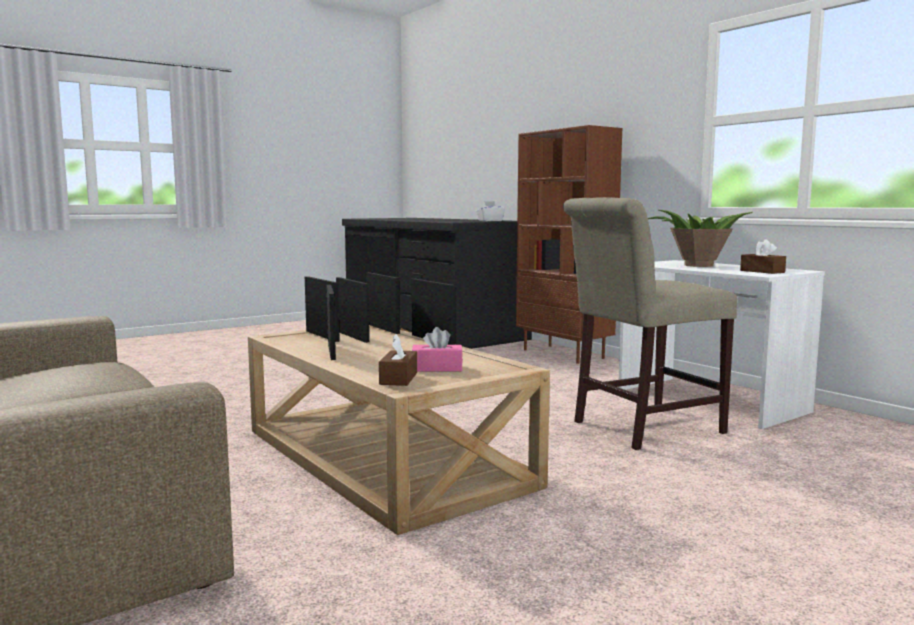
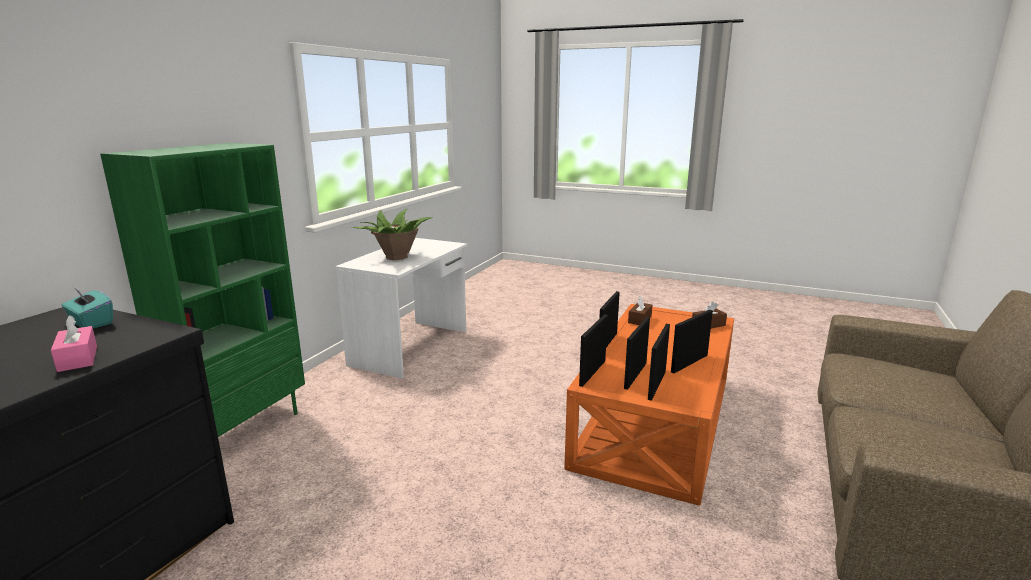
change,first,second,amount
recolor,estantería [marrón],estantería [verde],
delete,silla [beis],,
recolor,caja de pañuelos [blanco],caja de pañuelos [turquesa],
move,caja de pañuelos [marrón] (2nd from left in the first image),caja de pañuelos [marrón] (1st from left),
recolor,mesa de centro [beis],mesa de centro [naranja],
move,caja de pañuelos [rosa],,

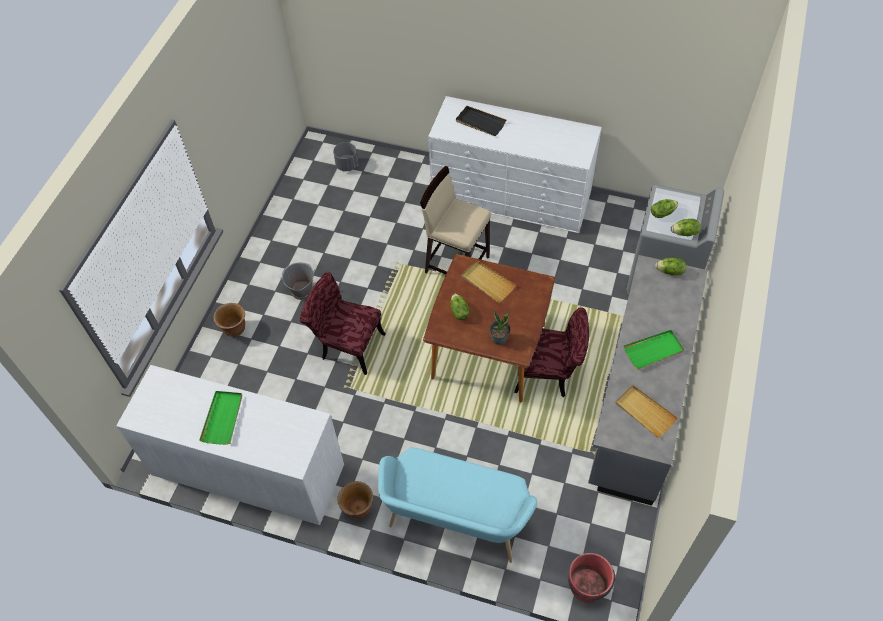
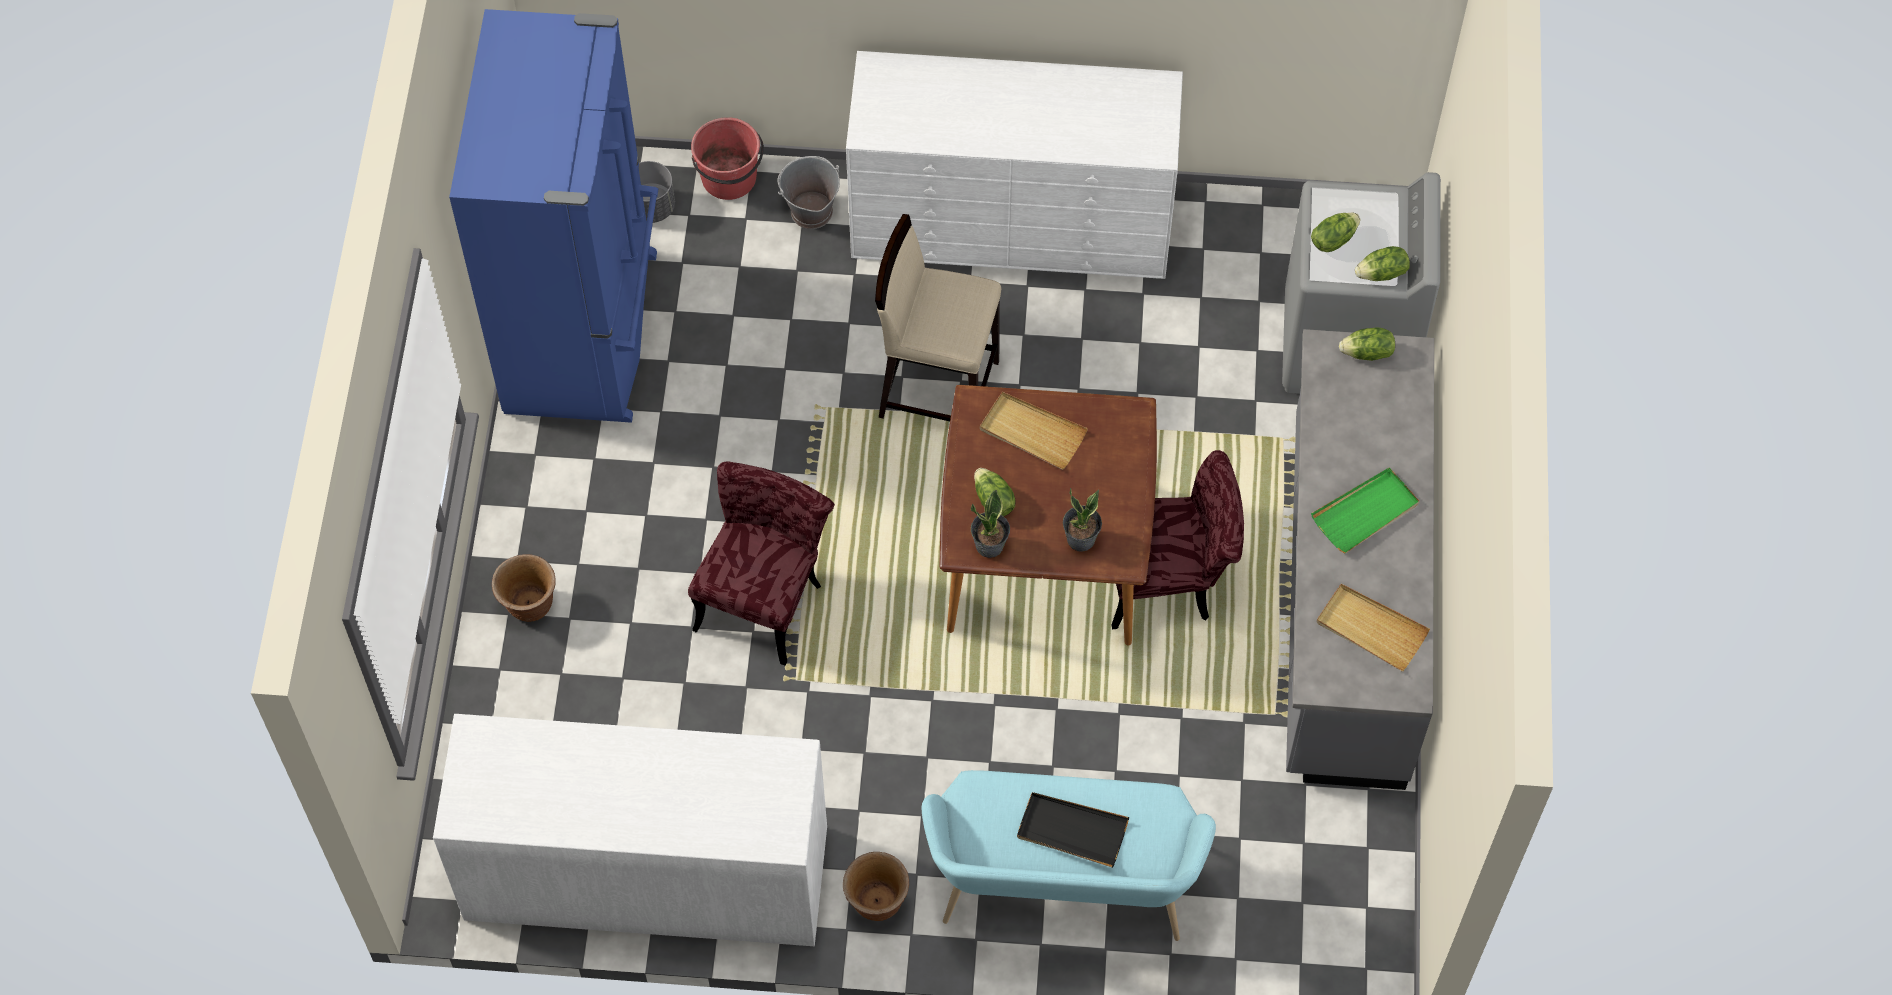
change,first,second,amount
move,bandeja [negro],,
move,cubo [gris],,
rotate,silla [rojo] (1st from left),,105 degrees clockwise
delete,bandeja [verde] (1st from left),,
move,cubo [rojo],,
insert,,nevera [azul],
insert,,planta en maceta (1st from left),

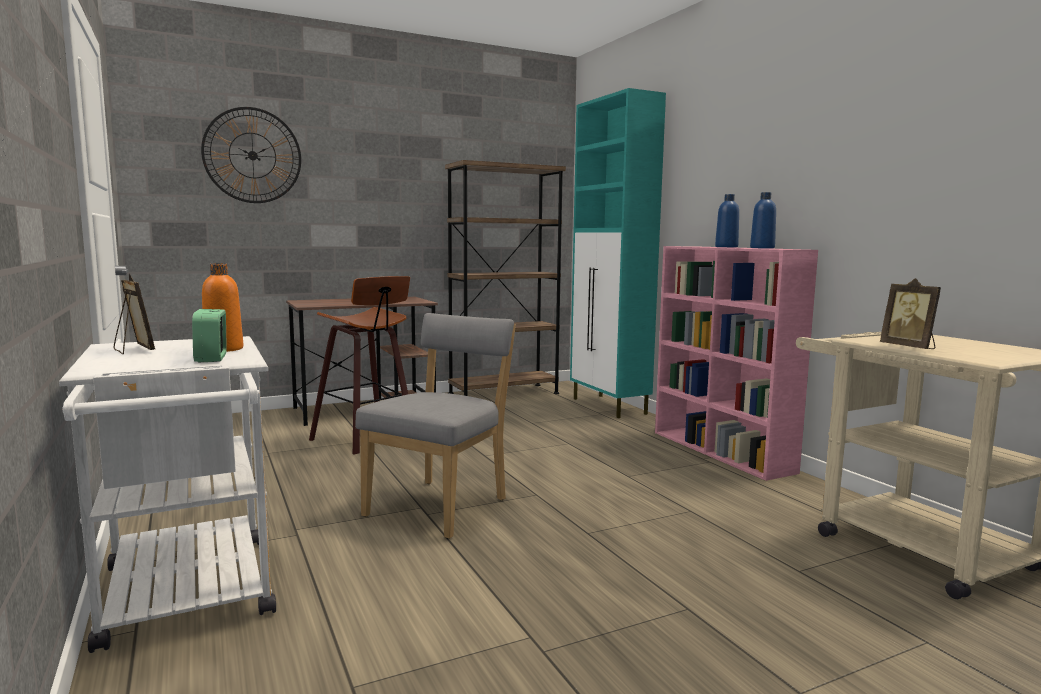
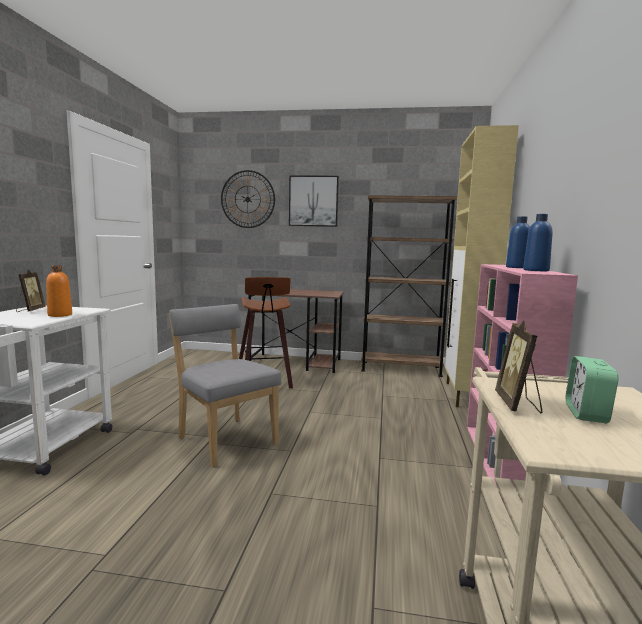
change,first,second,amount
recolor,armario [turquesa],armario [beis],
move,despertador,,
rotate,silla [gris],,105 degrees counterclockwise
insert,,cuadro,

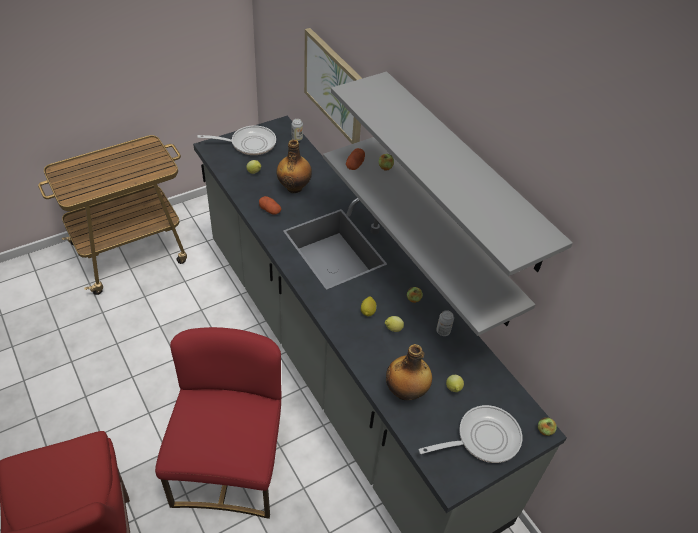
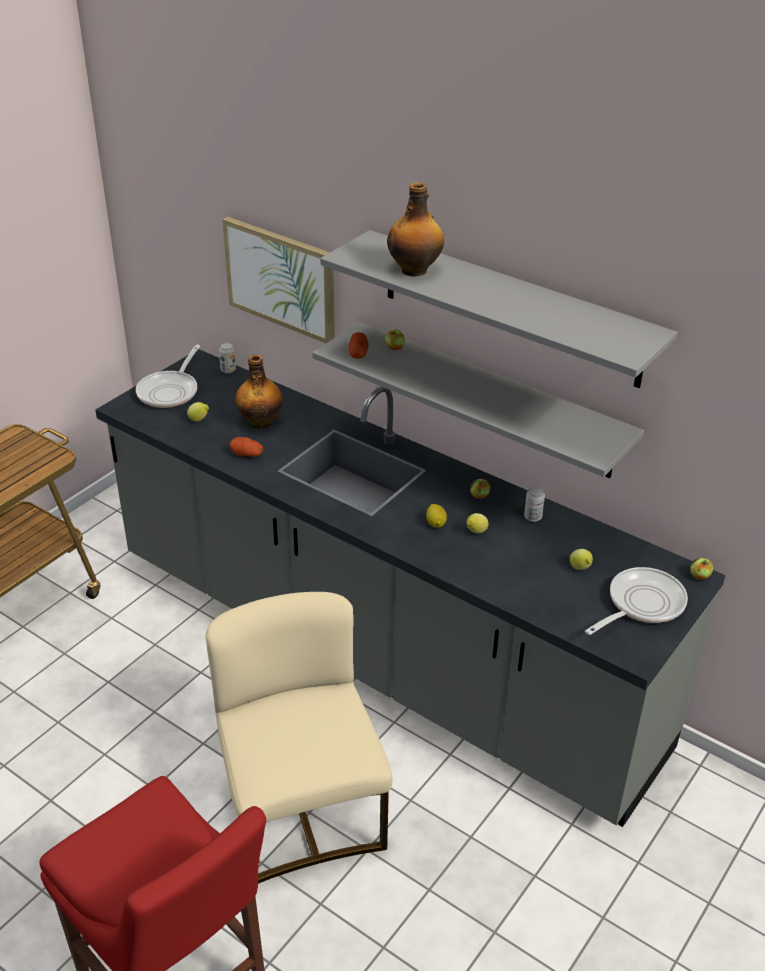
change,first,second,amount
rotate,sartén (1st from left),,135 degrees clockwise
recolor,silla [rojo] (2nd from left),silla [beis],
move,botella (2nd from left),,

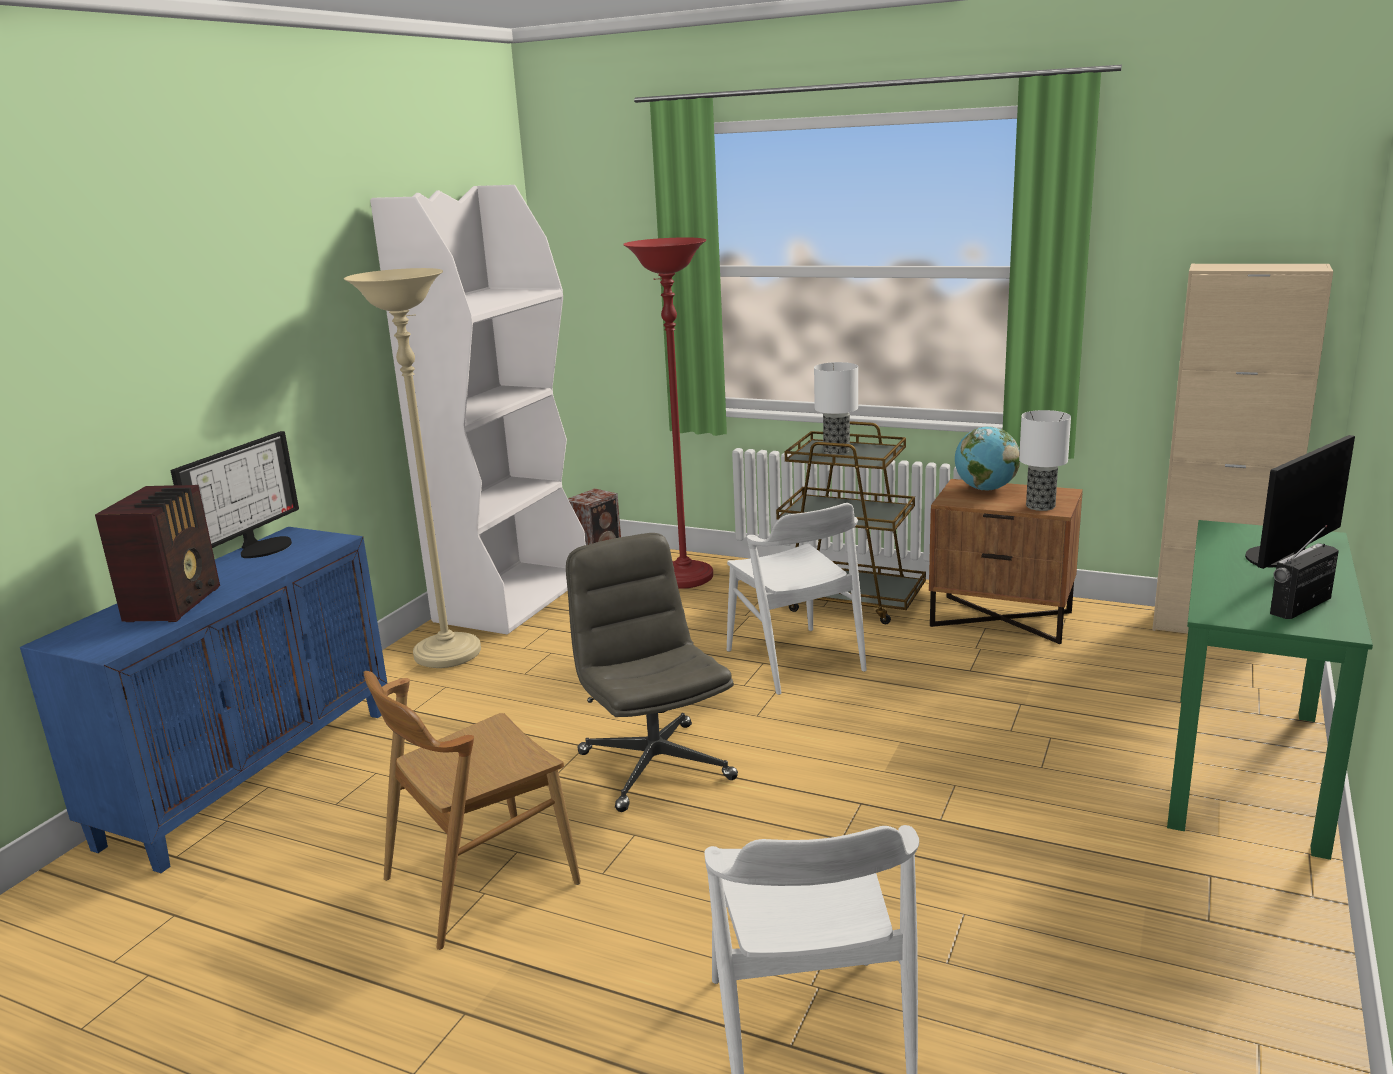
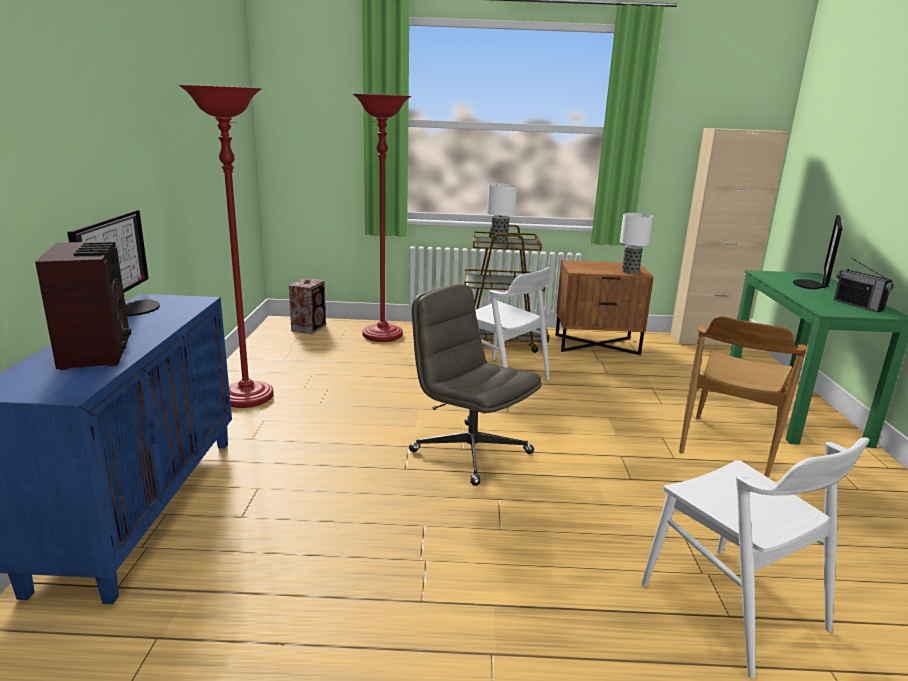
change,first,second,amount
delete,estantería [blanco],,
recolor,lámpara de pie [beis],lámpara de pie [rojo] (1st from left),
delete,globo terráqueo,,
rotate,radio (2nd from left),,60 degrees counterclockwise
move,silla [marrón],,

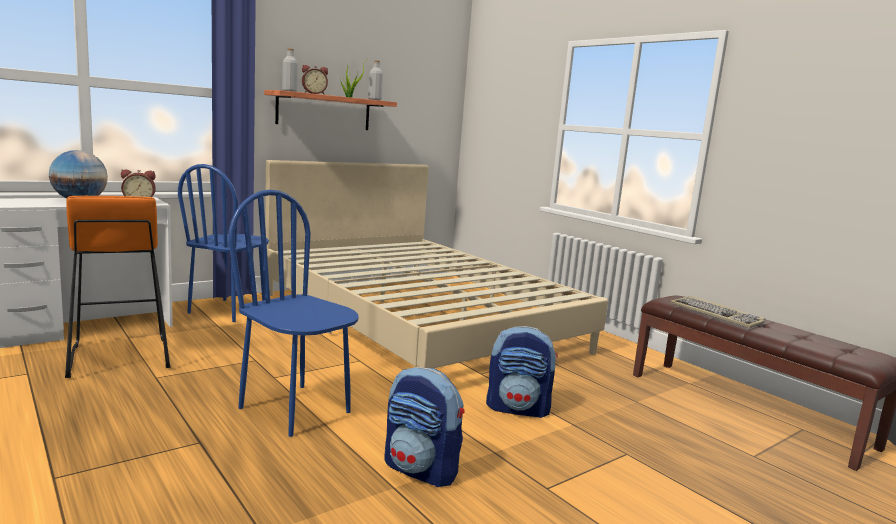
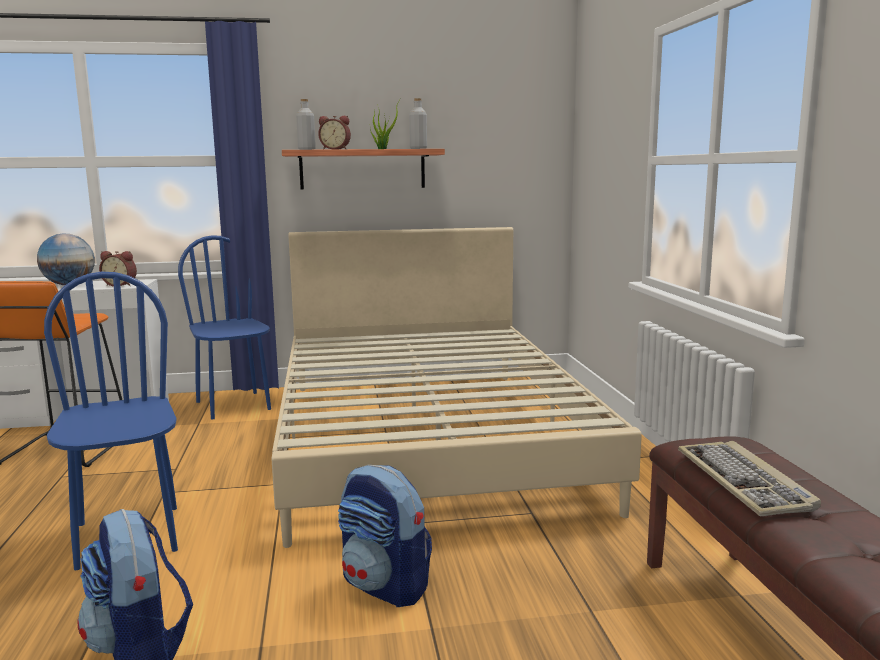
change,first,second,amount
rotate,silla [azul] (1st from left in the first image),silla [azul] (2nd from left),105 degrees clockwise

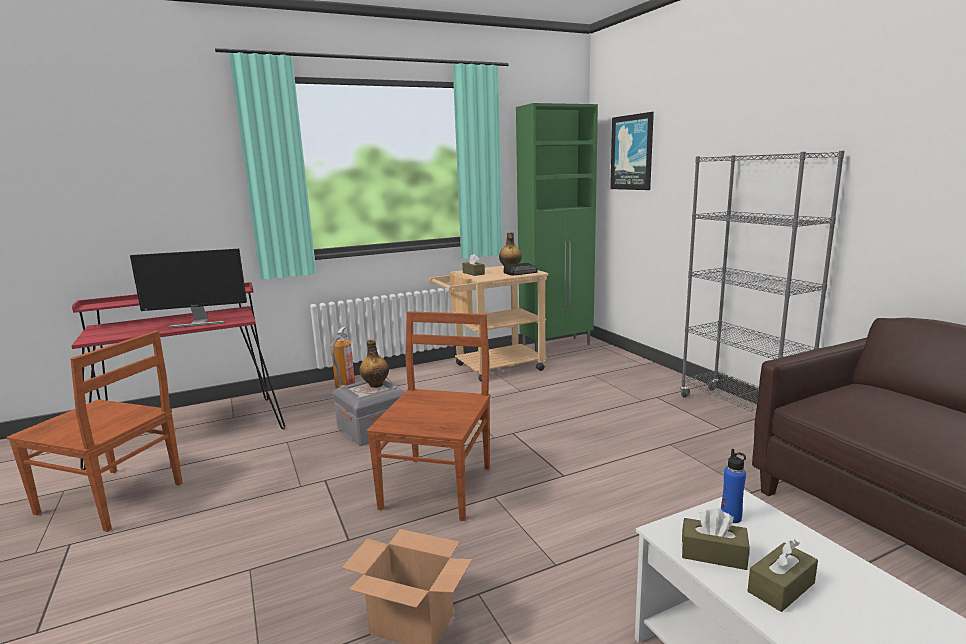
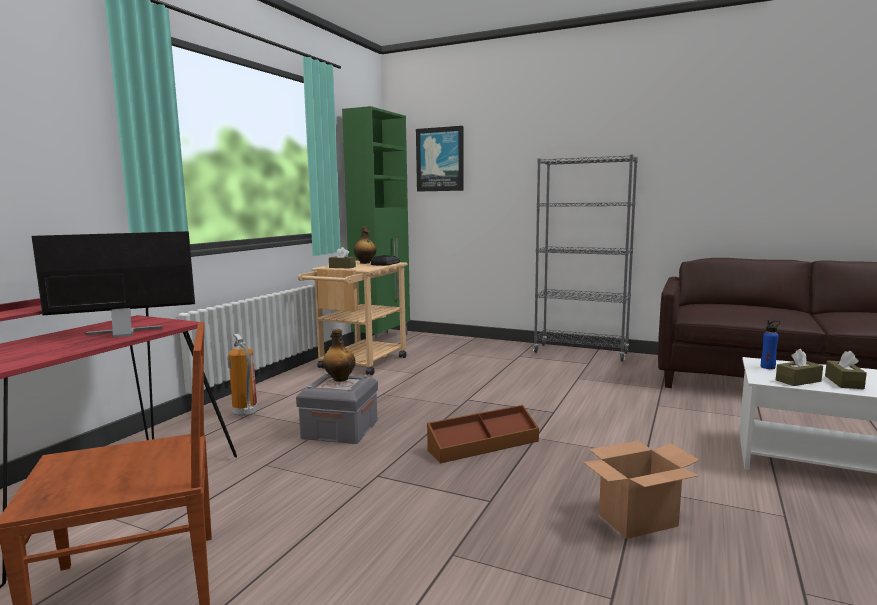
change,first,second,amount
rotate,monitor,,150 degrees counterclockwise
replace,silla [marrón] (2nd from left),caja de almacenaje [marrón],

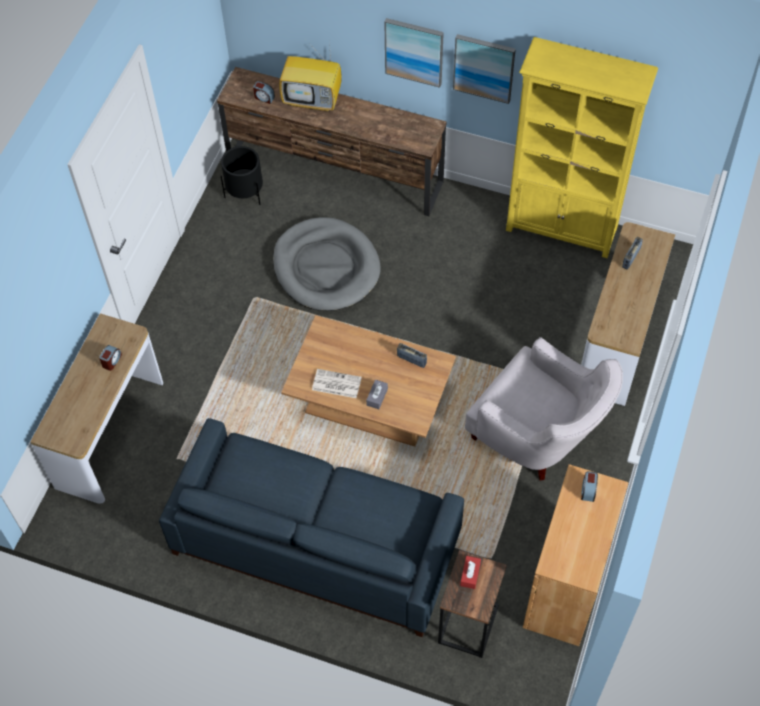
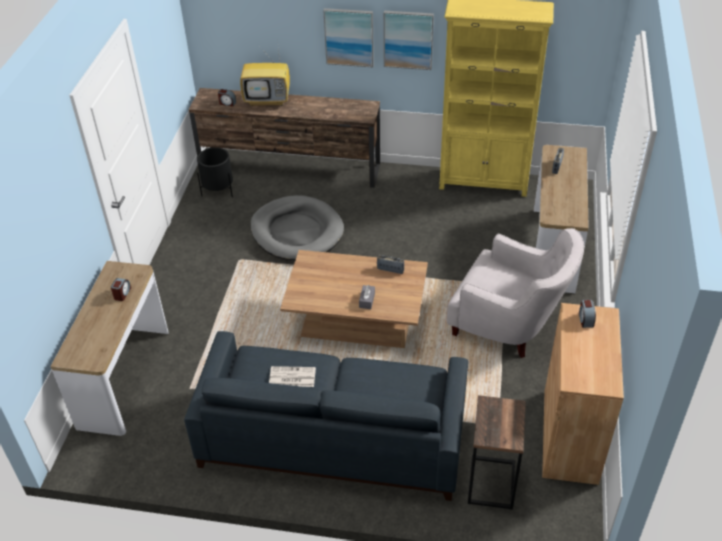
change,first,second,amount
move,periódico,,
delete,caja de pañuelos [rojo],,

